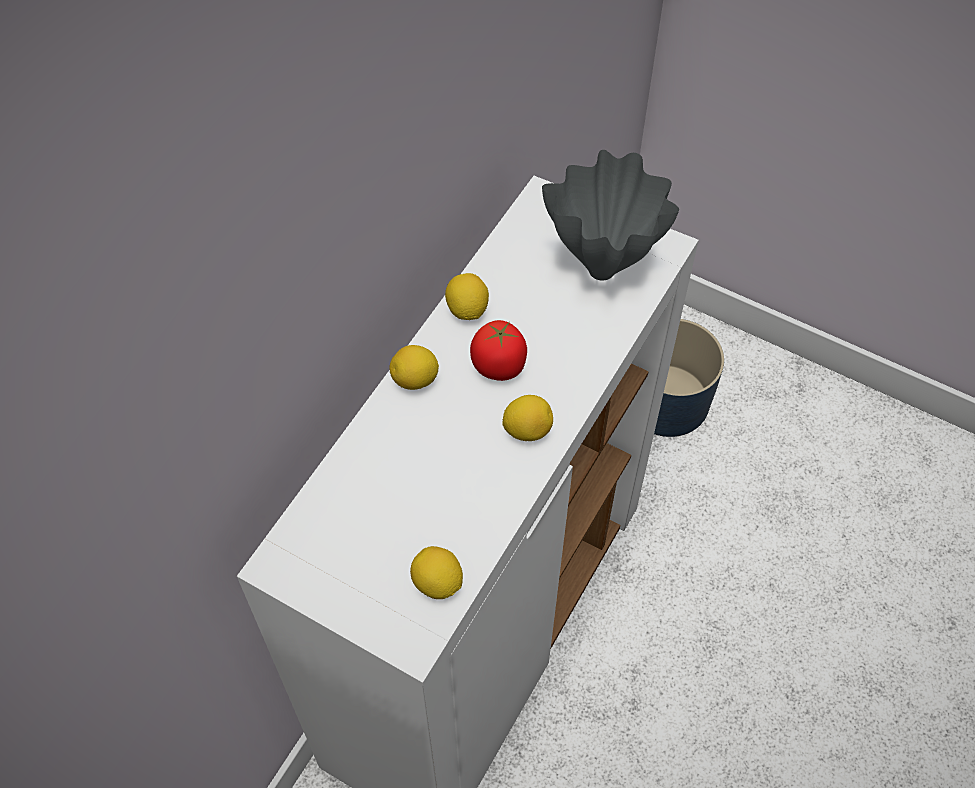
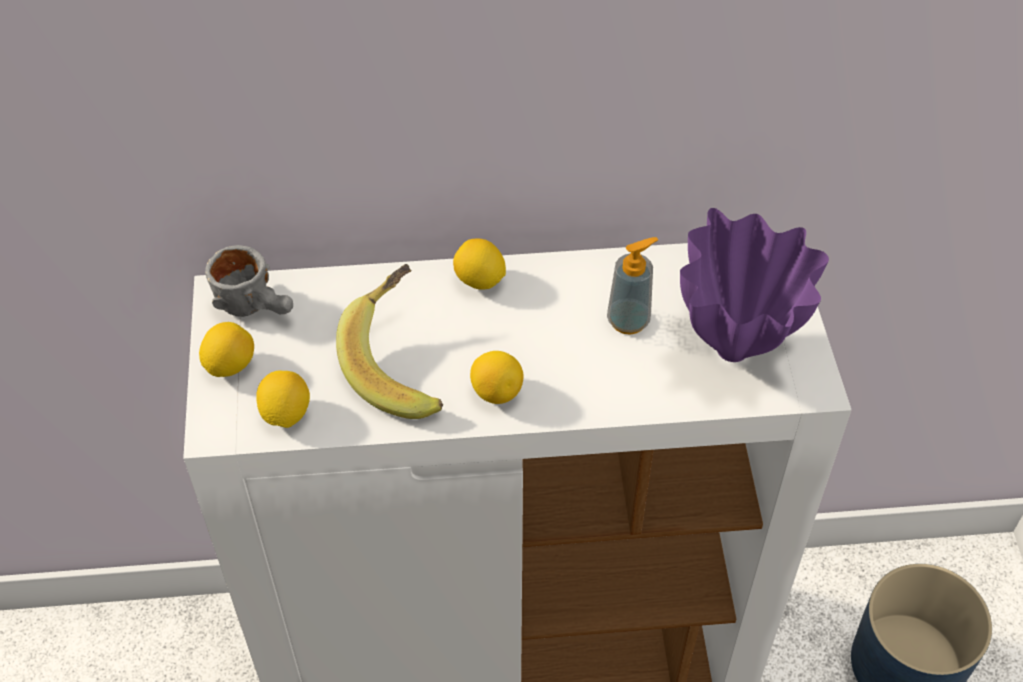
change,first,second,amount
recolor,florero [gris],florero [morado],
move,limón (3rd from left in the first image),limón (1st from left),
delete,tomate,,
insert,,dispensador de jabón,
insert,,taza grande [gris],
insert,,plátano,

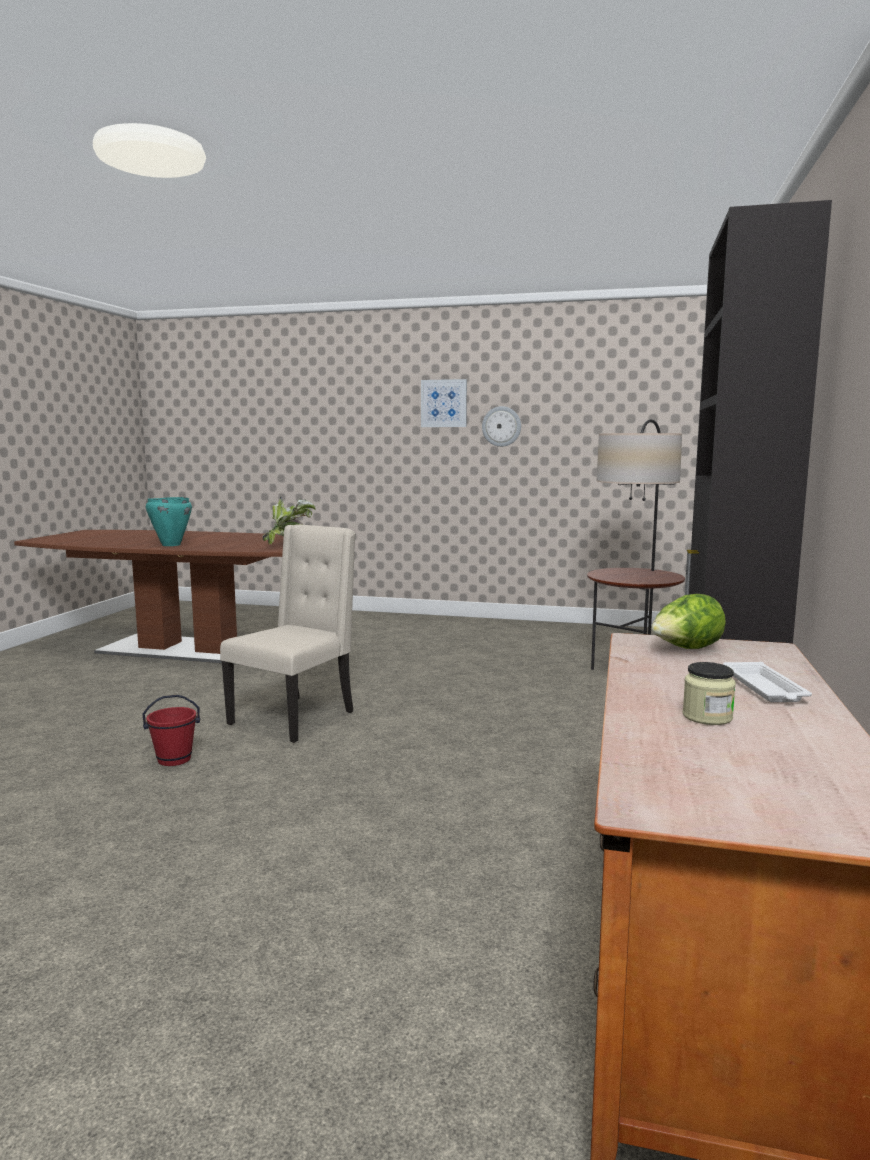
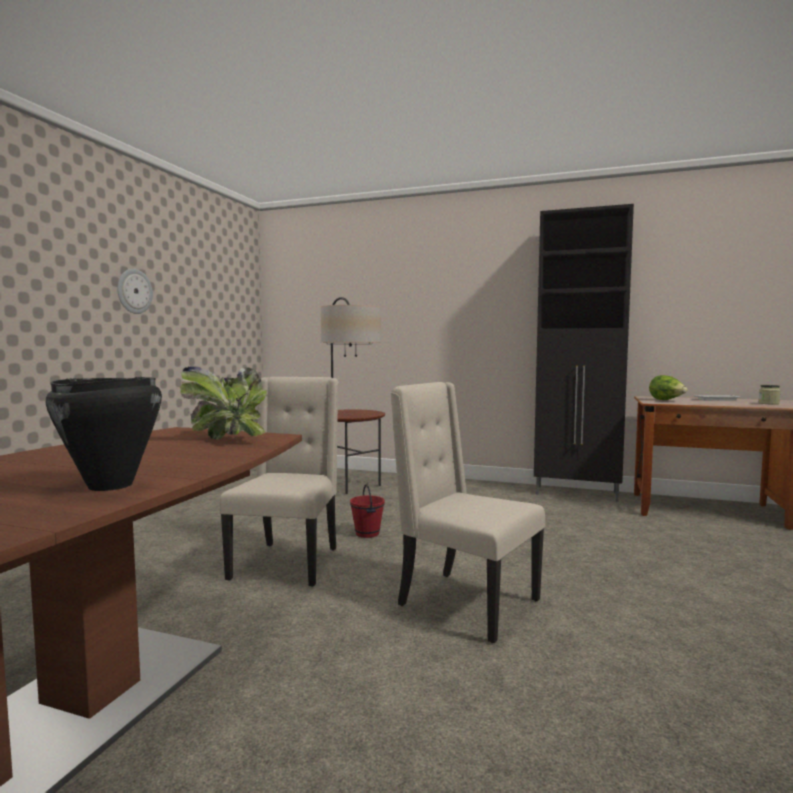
change,first,second,amount
delete,cuadro,,
recolor,olla [turquesa],olla [negro],
move,cubo [rojo],,
insert,,silla [beis] (1st from left),

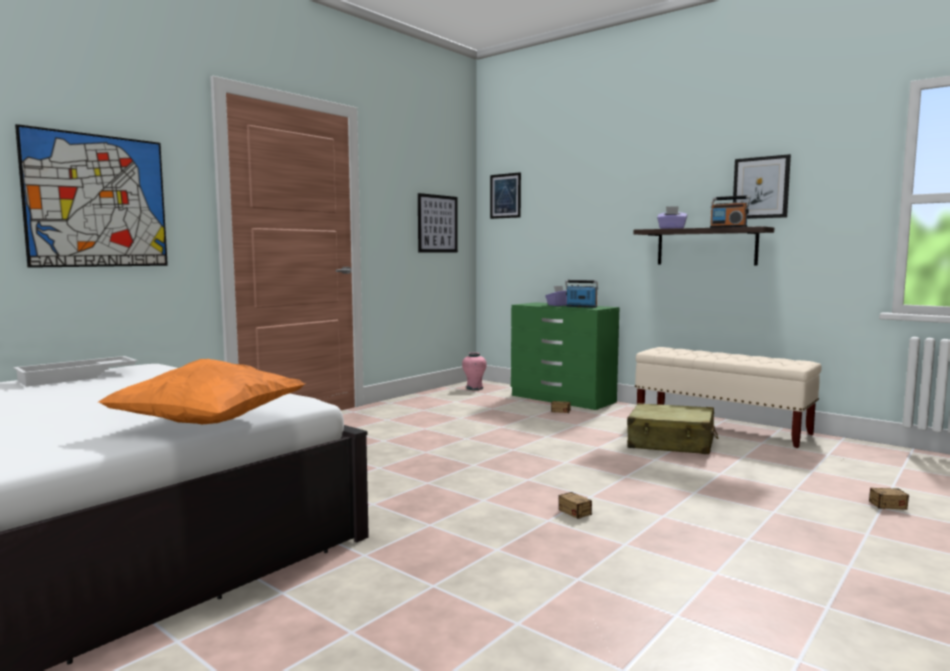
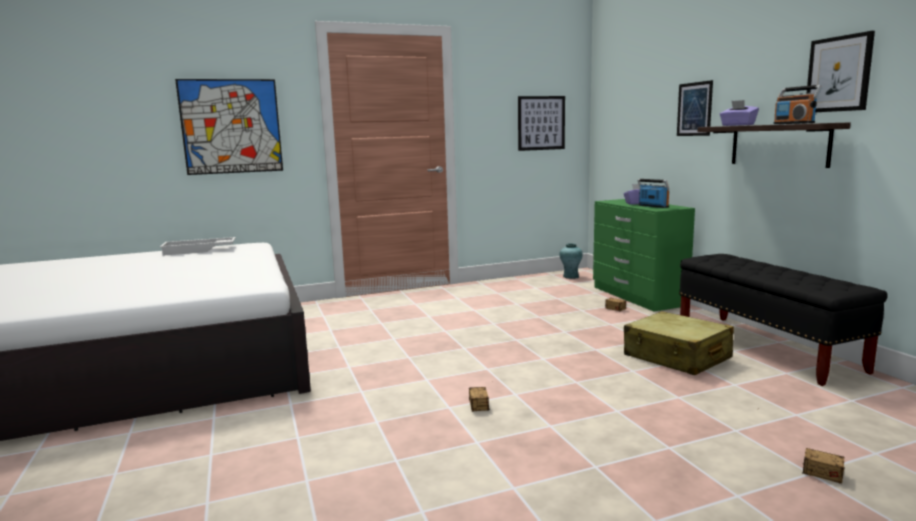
change,first,second,amount
move,cuadro (3rd from left),,
recolor,banco [beis],banco [negro],
recolor,florero [rosa],florero [turquesa],
delete,cojín [naranja],,

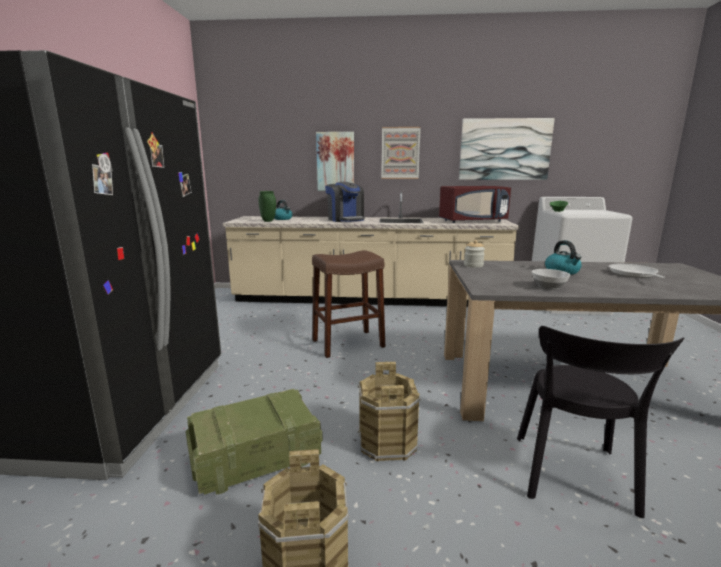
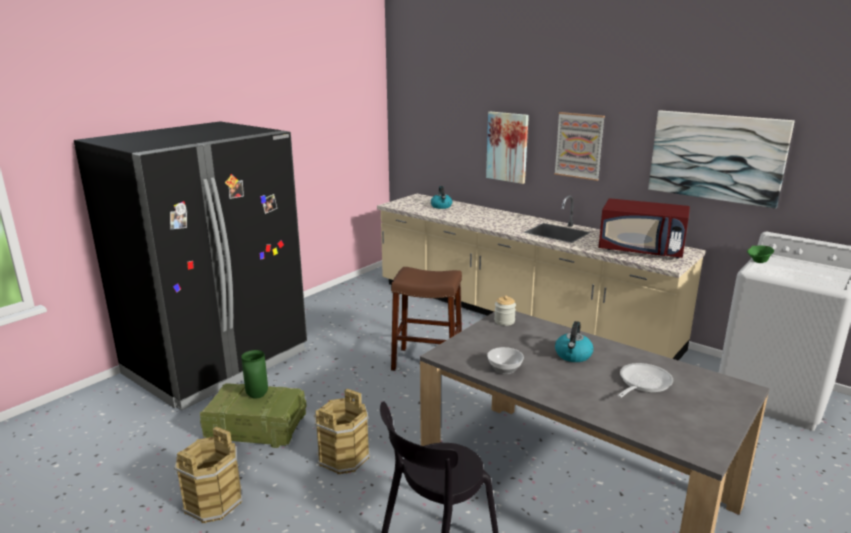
change,first,second,amount
delete,cafetera,,
move,florero [verde],,

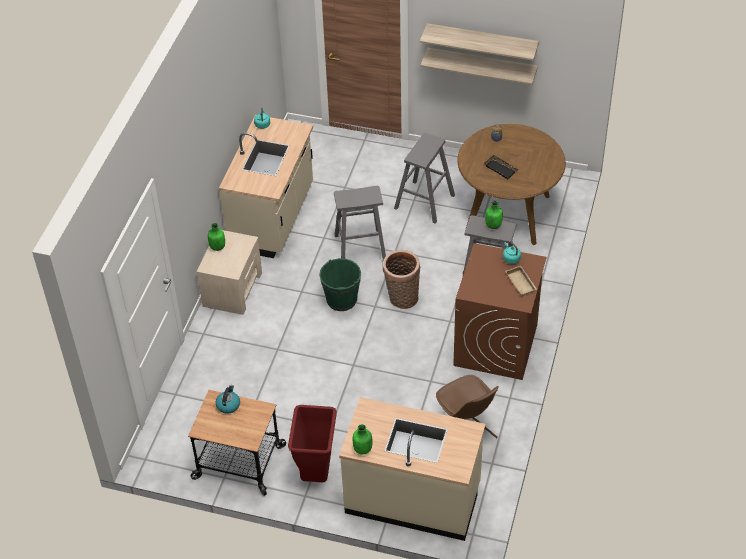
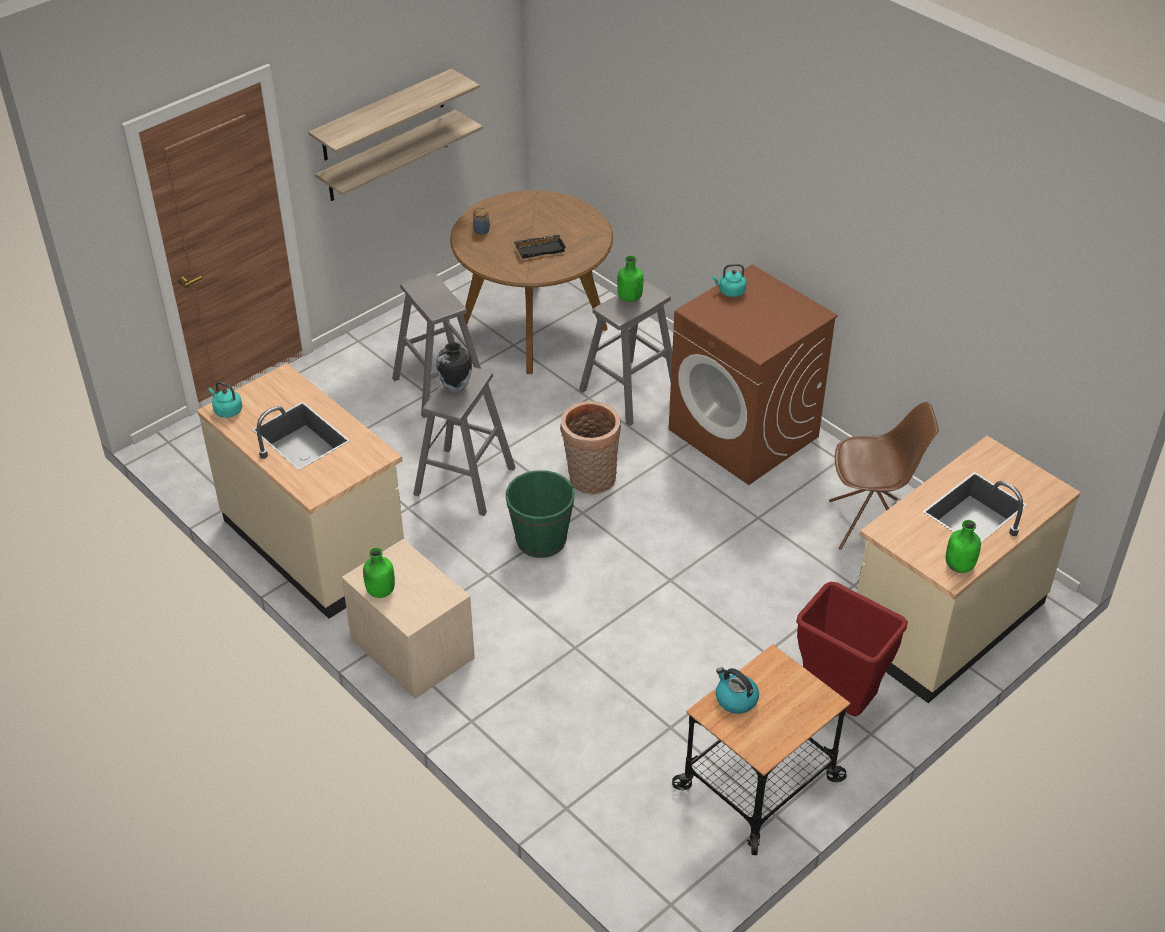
change,first,second,amount
delete,bandeja [beis],,
insert,,florero,

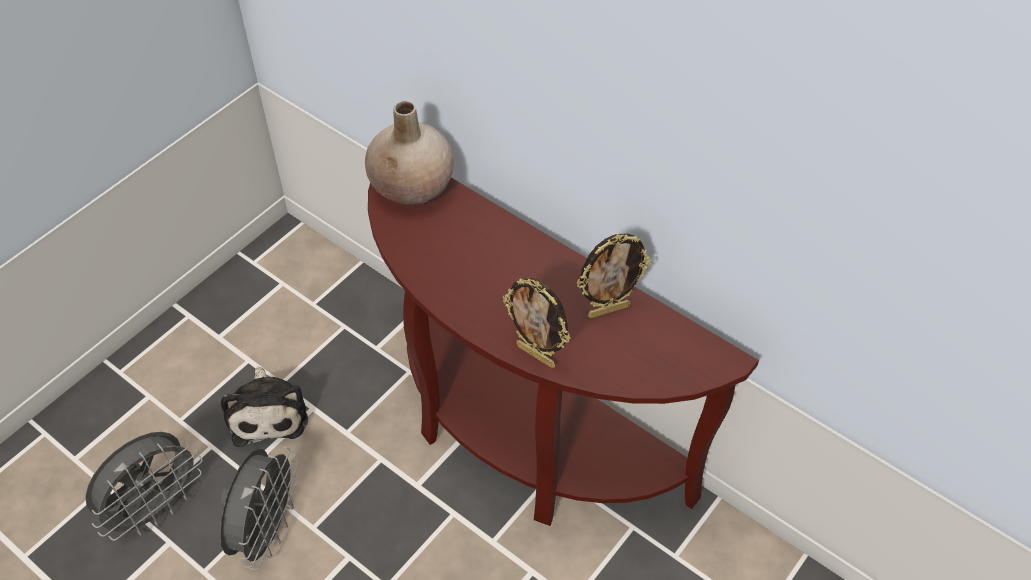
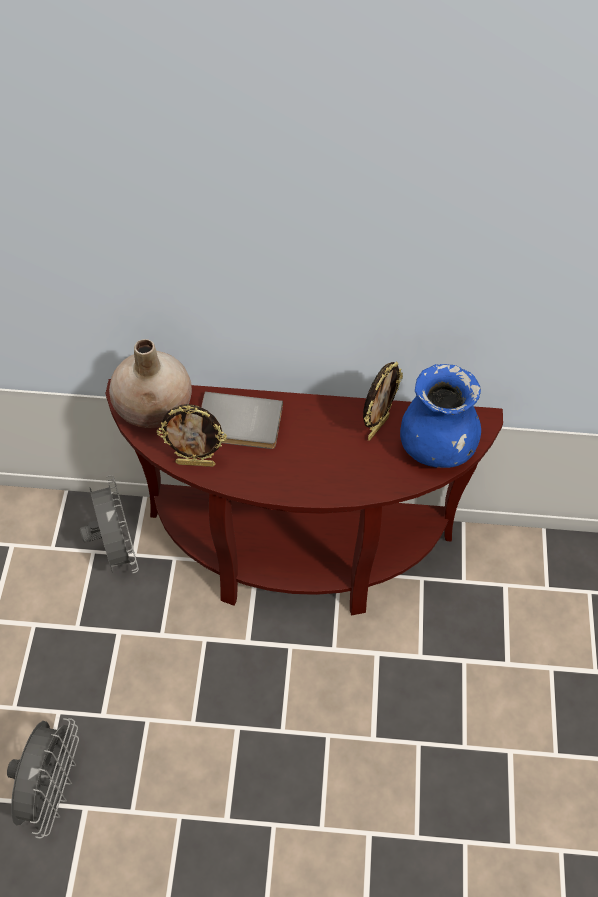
change,first,second,amount
move,portarretratos (1st from left),,
delete,peluche,,
move,ventilador [gris] (2nd from left),,
insert,,florero [azul],
insert,,libro [gris],

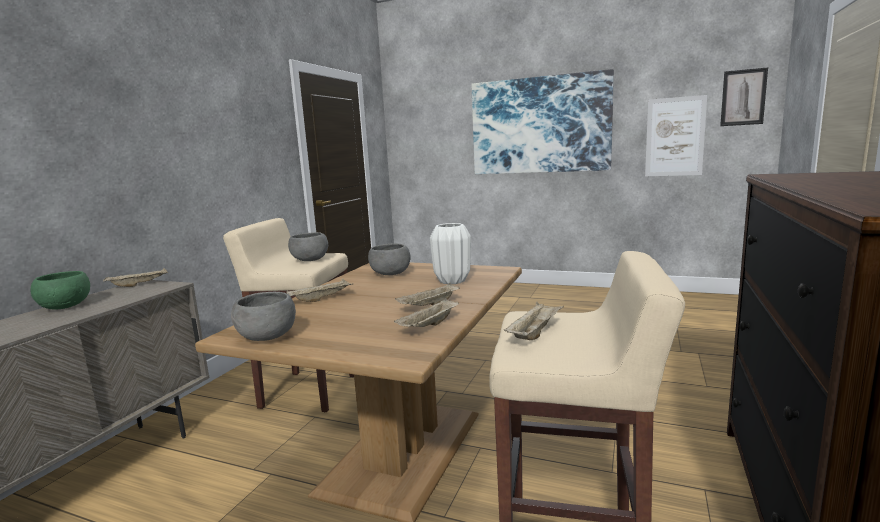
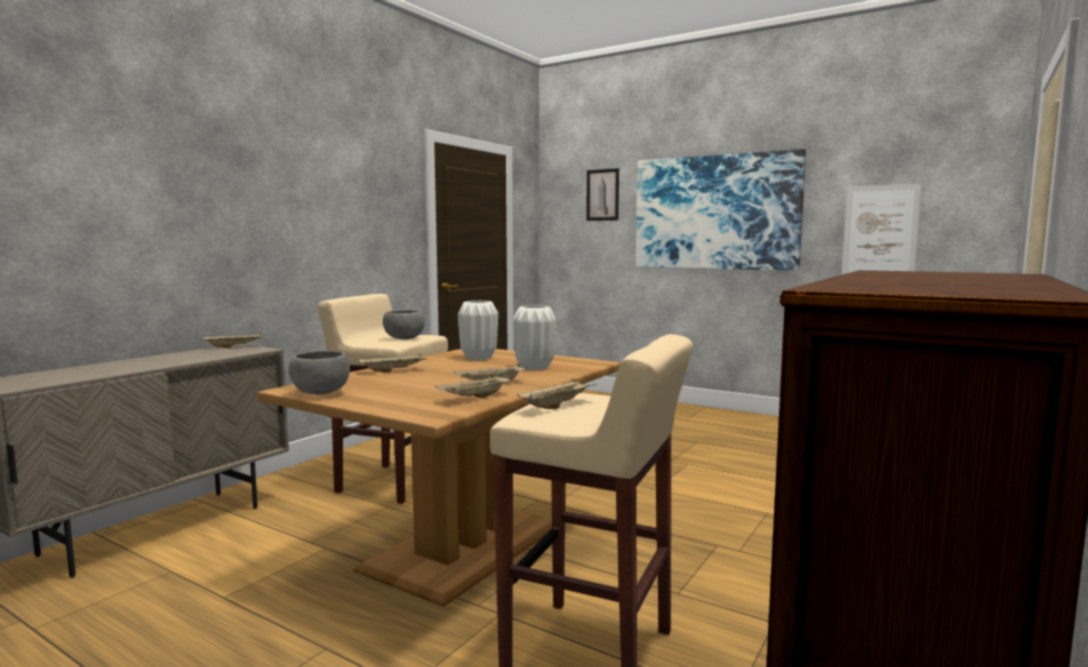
change,first,second,amount
move,cuadro (3rd from left in the first image),cuadro (1st from left),
replace,cuenco [gris] (3rd from left),florero [blanco] (1st from left),
delete,cuenco [verde],,

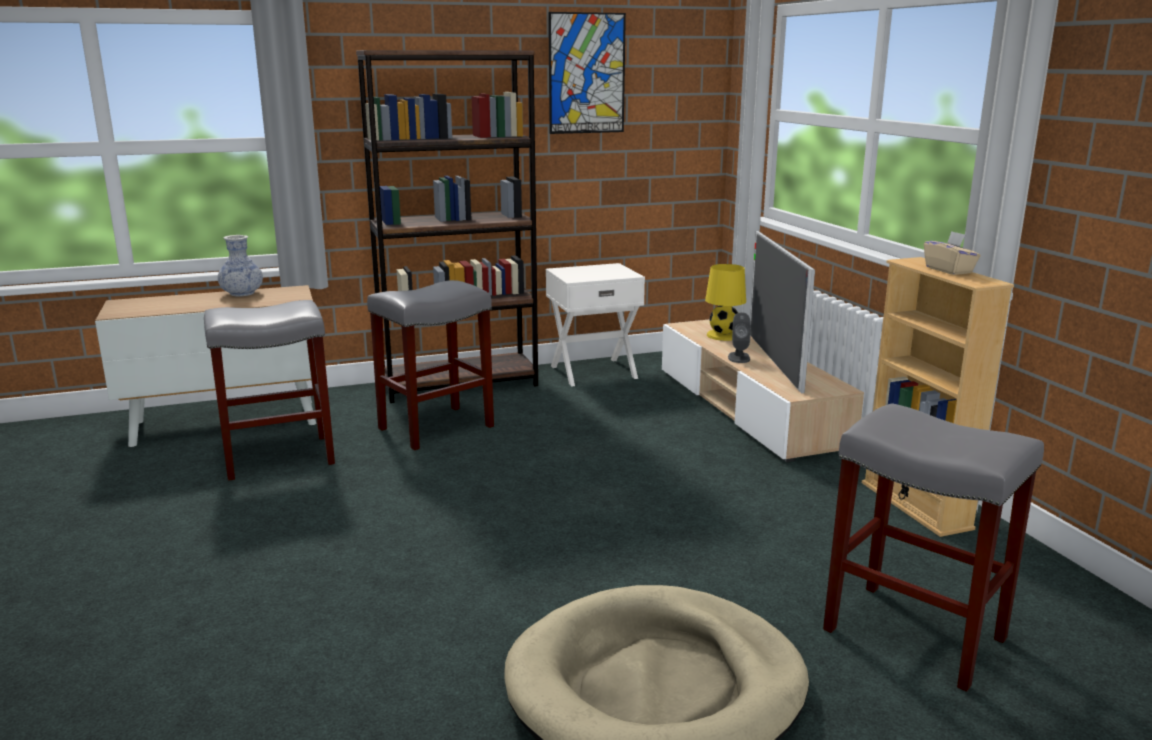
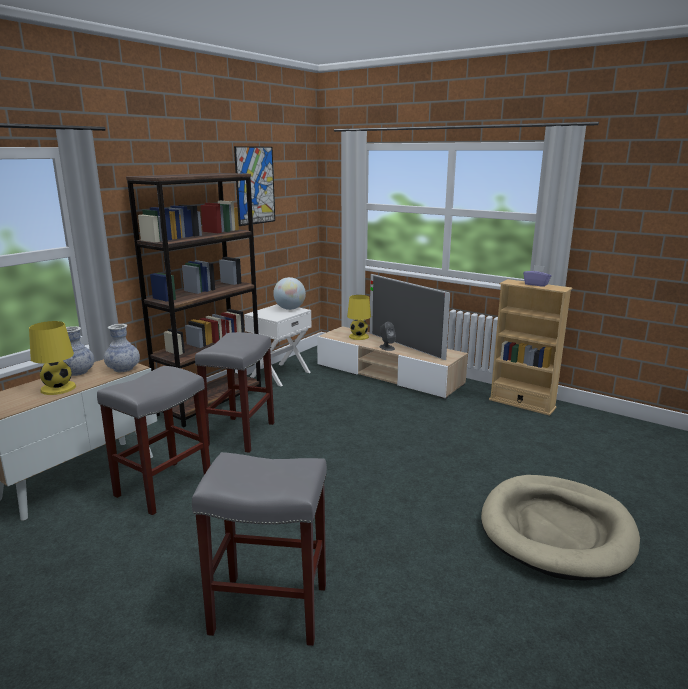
change,first,second,amount
recolor,caja de pañuelos [beis],caja de pañuelos [morado],
move,taburete [gris] (3rd from left),,
insert,,globo terráqueo,
insert,,lámpara de mesa [amarillo] (1st from left),
insert,,florero (2nd from left),

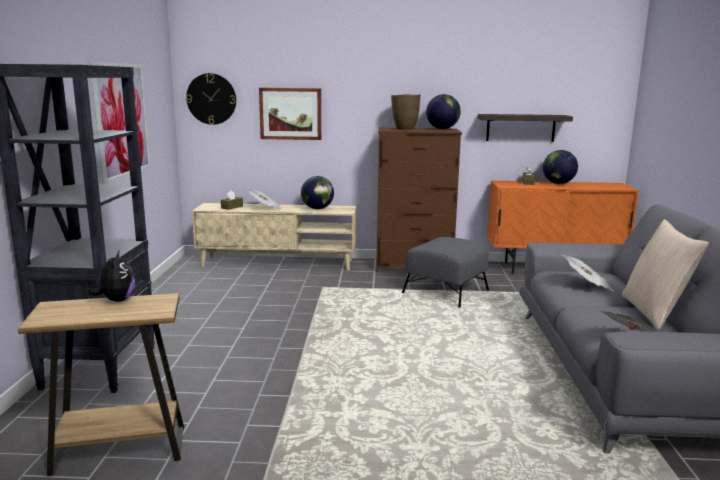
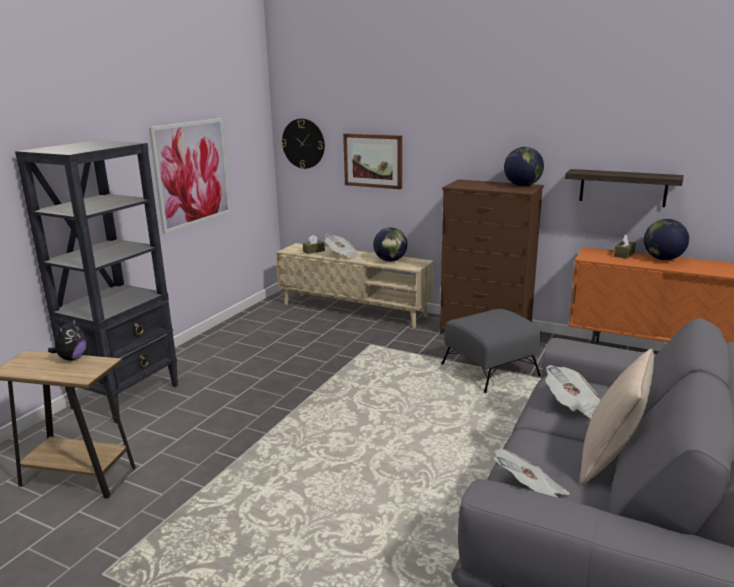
change,first,second,amount
delete,florero [marrón],,

